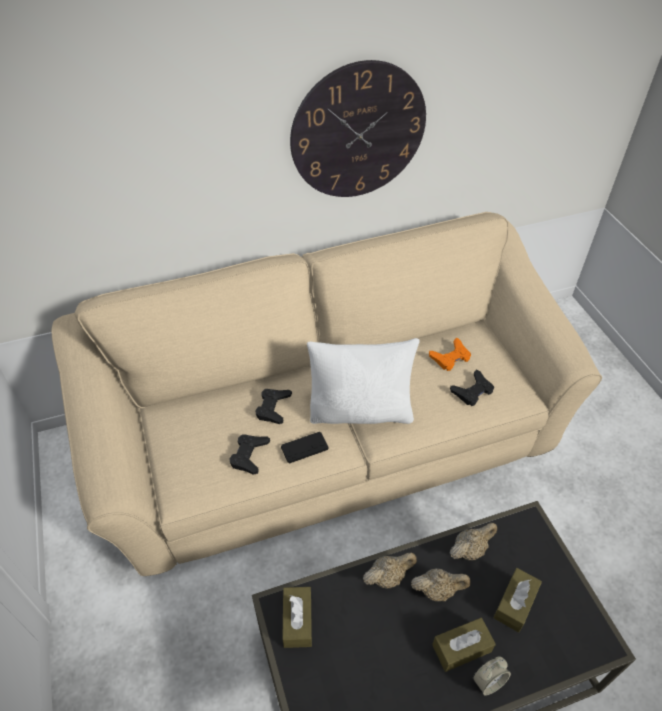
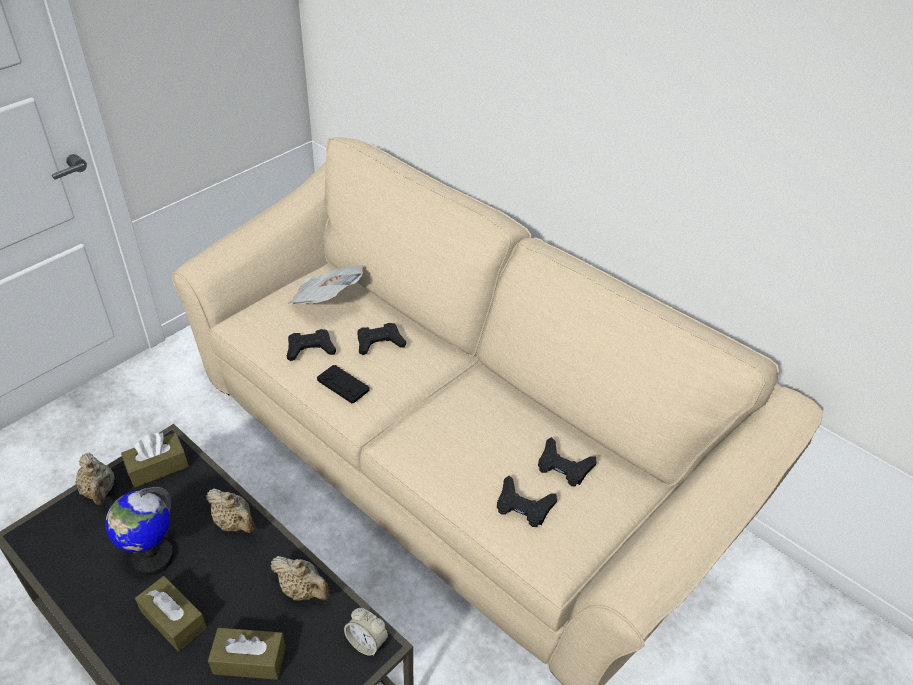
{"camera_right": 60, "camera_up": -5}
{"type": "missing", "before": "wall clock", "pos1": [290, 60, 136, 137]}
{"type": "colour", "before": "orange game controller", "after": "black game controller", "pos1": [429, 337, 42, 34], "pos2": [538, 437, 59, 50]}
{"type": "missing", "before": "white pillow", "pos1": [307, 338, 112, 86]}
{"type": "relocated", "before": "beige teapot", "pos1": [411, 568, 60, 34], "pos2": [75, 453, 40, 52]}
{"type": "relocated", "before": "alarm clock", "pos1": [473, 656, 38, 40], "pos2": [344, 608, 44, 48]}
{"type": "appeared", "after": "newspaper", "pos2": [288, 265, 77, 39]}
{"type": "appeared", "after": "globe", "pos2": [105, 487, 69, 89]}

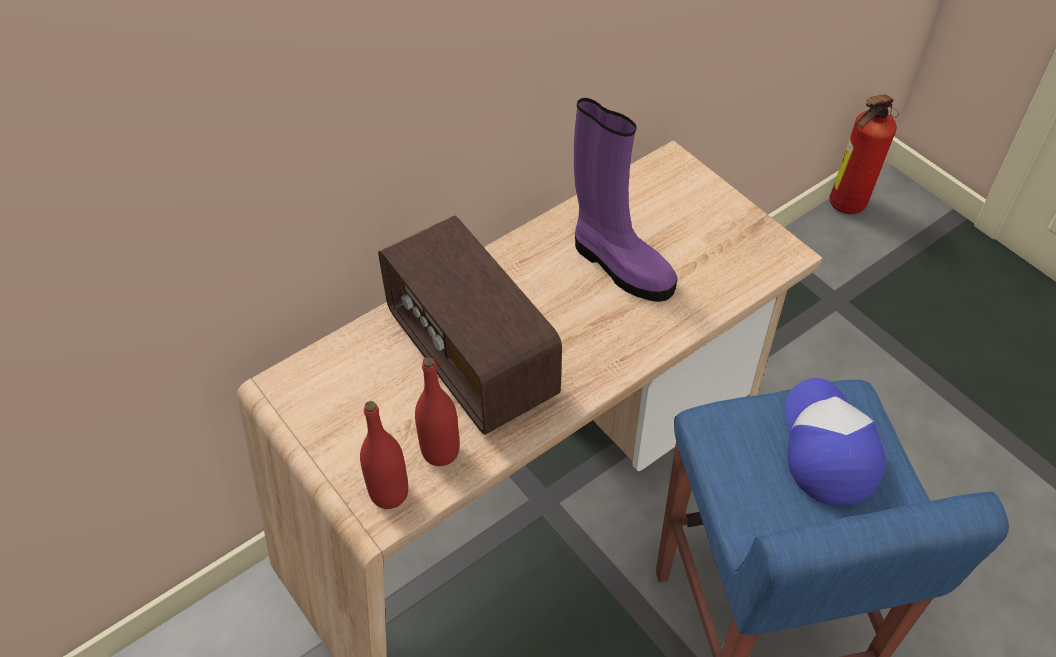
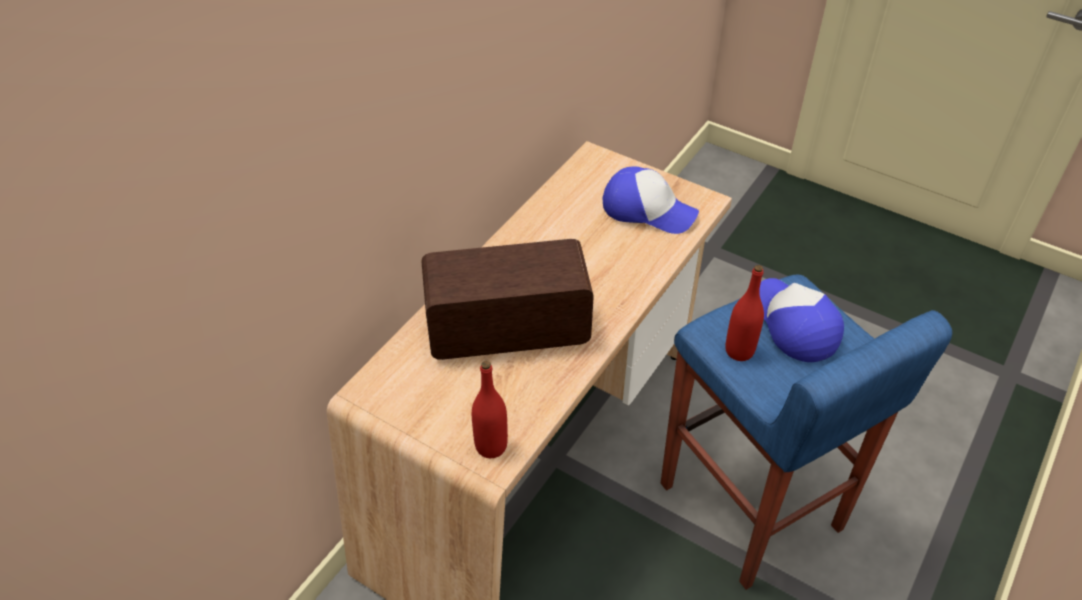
{"camera_right": -20, "camera_up": -5}
{"type": "missing", "before": "fire extinguisher", "pos1": [830, 94, 69, 120]}
{"type": "missing", "before": "purple boot", "pos1": [574, 98, 103, 204]}
{"type": "spun", "before": "radio", "pos1": [378, 216, 184, 219], "pos2": [421, 239, 173, 121], "turn": 135}
{"type": "relocated", "before": "red bottle", "pos1": [415, 357, 44, 109], "pos2": [725, 265, 39, 96]}
{"type": "appeared", "after": "cap", "pos2": [603, 166, 96, 68]}

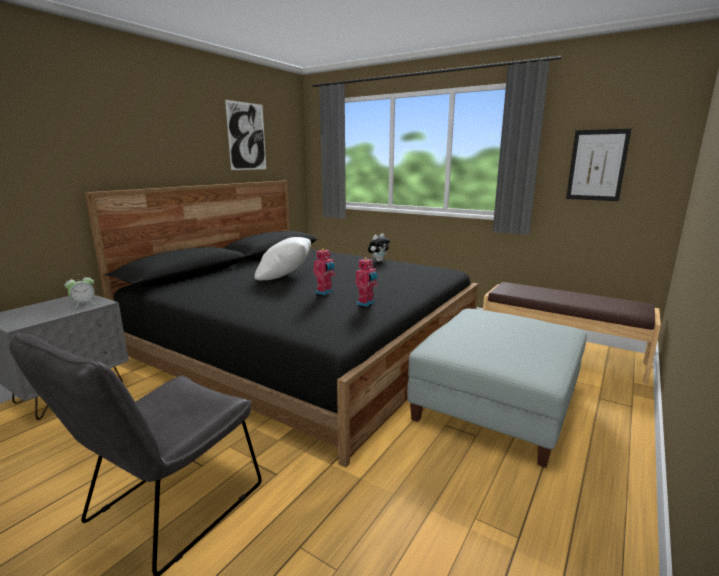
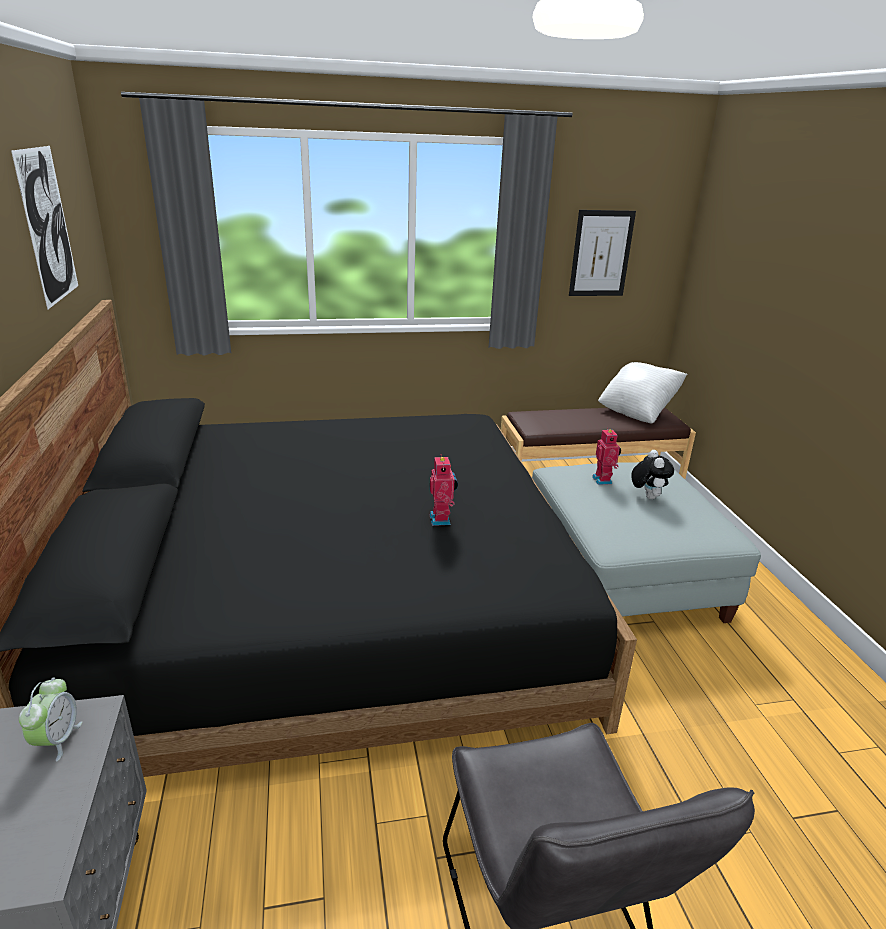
{"camera_right": -45, "camera_up": 10}
{"type": "relocated", "before": "plush toy", "pos1": [368, 234, 22, 28], "pos2": [631, 450, 43, 49]}
{"type": "relocated", "before": "white pillow", "pos1": [255, 237, 56, 43], "pos2": [598, 362, 89, 62]}
{"type": "relocated", "before": "toy robot", "pos1": [355, 258, 23, 49], "pos2": [592, 427, 29, 58]}

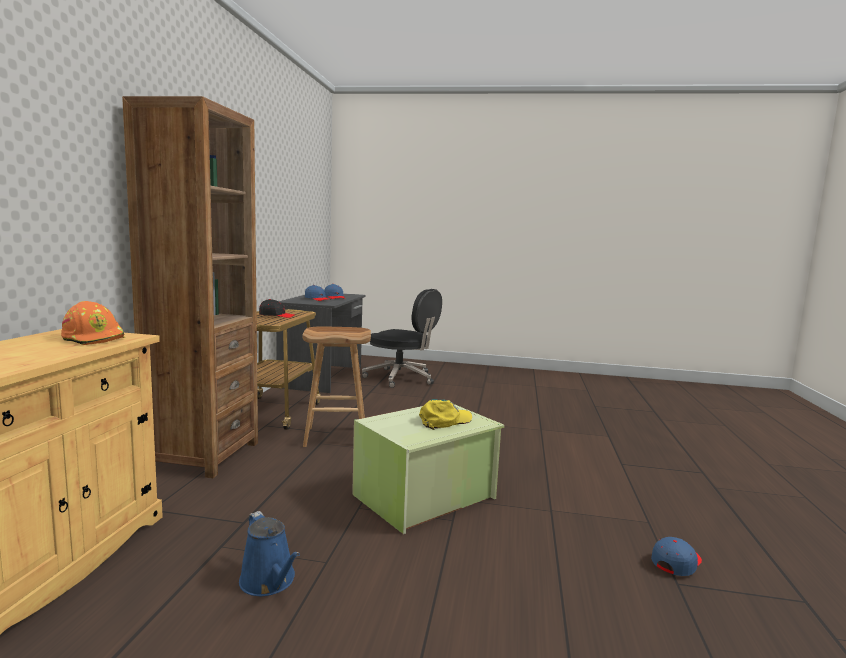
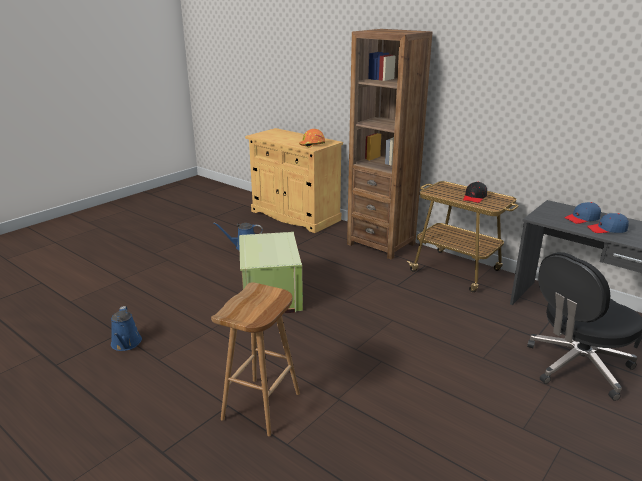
{"camera_right": 120, "camera_up": 15}
{"type": "relocated", "before": "brown stool", "pos1": [302, 326, 69, 121], "pos2": [211, 282, 89, 154]}
{"type": "missing", "before": "yellow cap", "pos1": [419, 399, 53, 31]}
{"type": "exchanged", "before": "blue cap", "after": "blue watering can", "pos1": [651, 537, 51, 39], "pos2": [111, 306, 31, 45]}

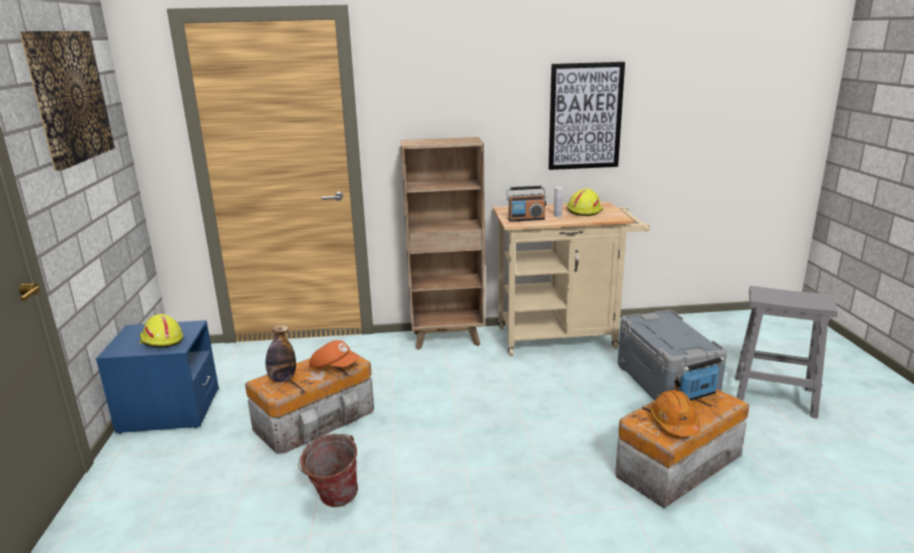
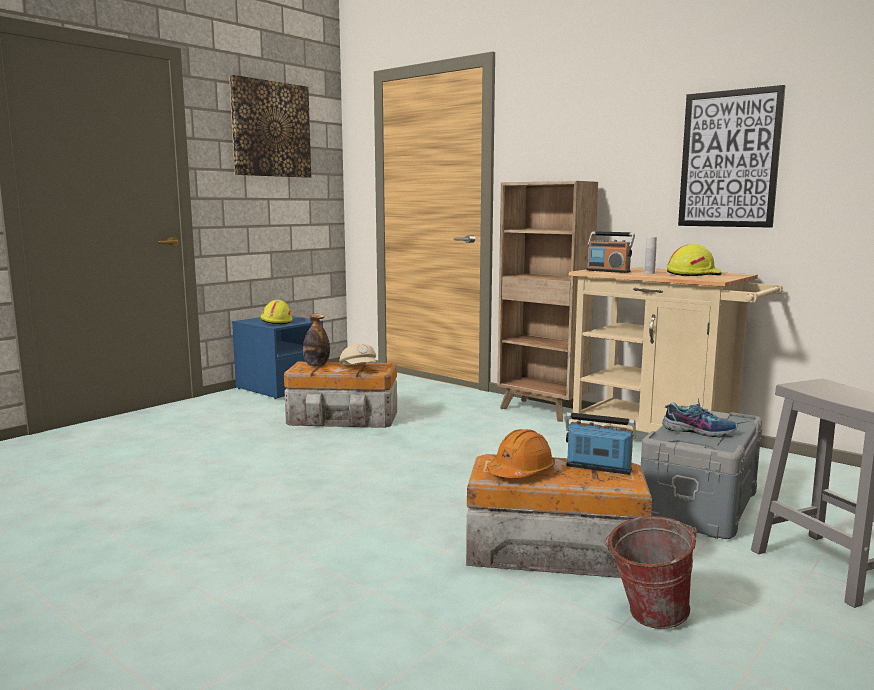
{"camera_right": 45, "camera_up": -10}
{"type": "colour", "before": "orange cap", "after": "beige cap", "pos1": [309, 340, 50, 28], "pos2": [339, 344, 37, 21]}
{"type": "relocated", "before": "bucket", "pos1": [298, 434, 60, 73], "pos2": [605, 516, 92, 113]}
{"type": "appeared", "after": "shoe", "pos2": [662, 399, 76, 38]}

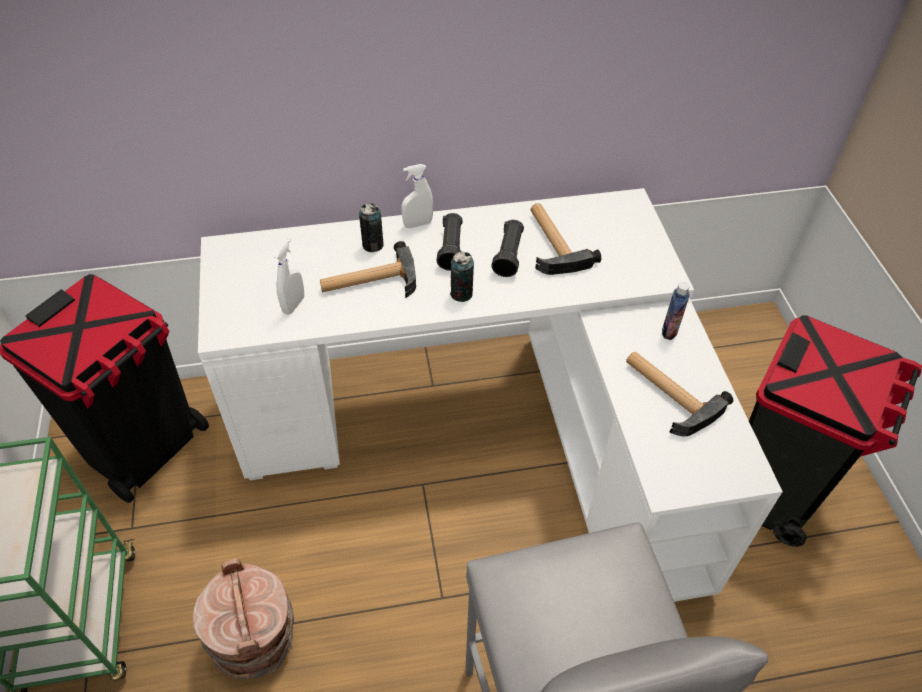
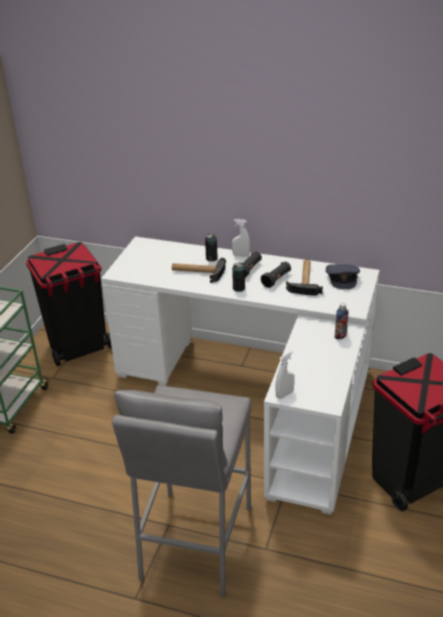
{"camera_right": 30, "camera_up": -15}
{"type": "relocated", "before": "white spray bottle", "pos1": [274, 238, 30, 77], "pos2": [275, 351, 20, 48]}
{"type": "missing", "before": "hammer", "pos1": [626, 352, 107, 84]}
{"type": "missing", "before": "brown bucket", "pos1": [193, 559, 101, 120]}
{"type": "appeared", "after": "grey cap", "pos2": [326, 264, 34, 25]}

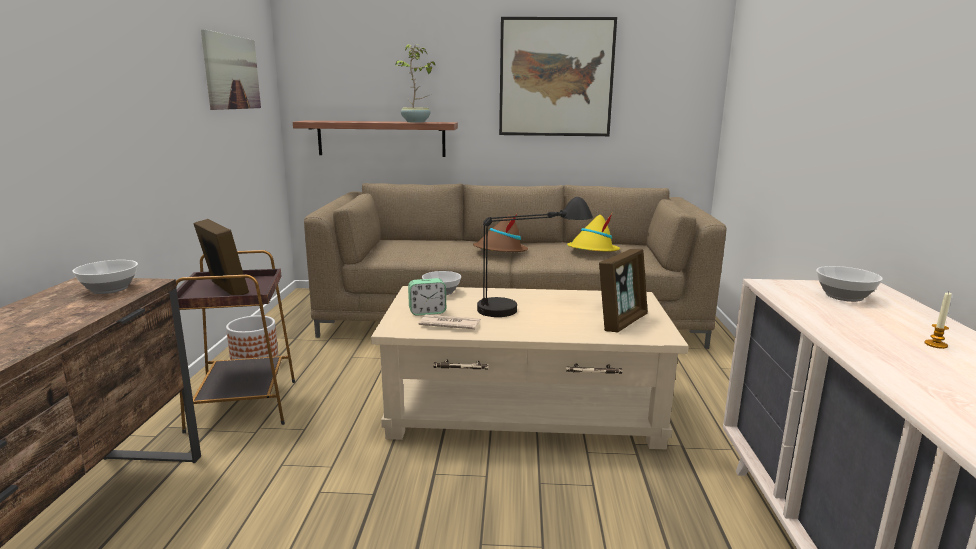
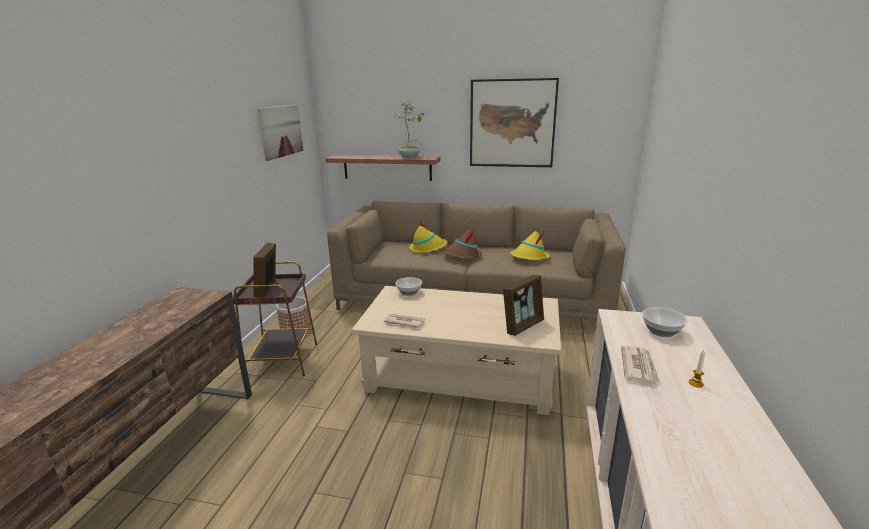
{"camera_right": 10, "camera_up": 5}
{"type": "missing", "before": "black table lamp", "pos1": [477, 197, 116, 120]}
{"type": "spun", "before": "picture frame", "pos1": [194, 219, 55, 76], "pos2": [253, 243, 23, 54], "turn": -150}
{"type": "missing", "before": "bowl", "pos1": [72, 260, 66, 34]}
{"type": "missing", "before": "alarm clock", "pos1": [408, 278, 38, 38]}
{"type": "appeared", "after": "yellow hat", "pos2": [409, 221, 39, 32]}
{"type": "appeared", "after": "newspaper", "pos2": [621, 346, 39, 38]}

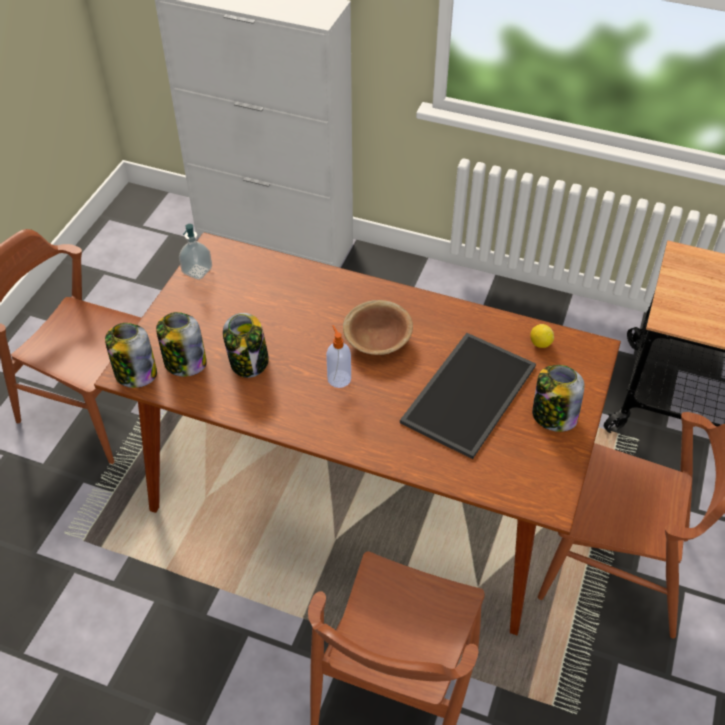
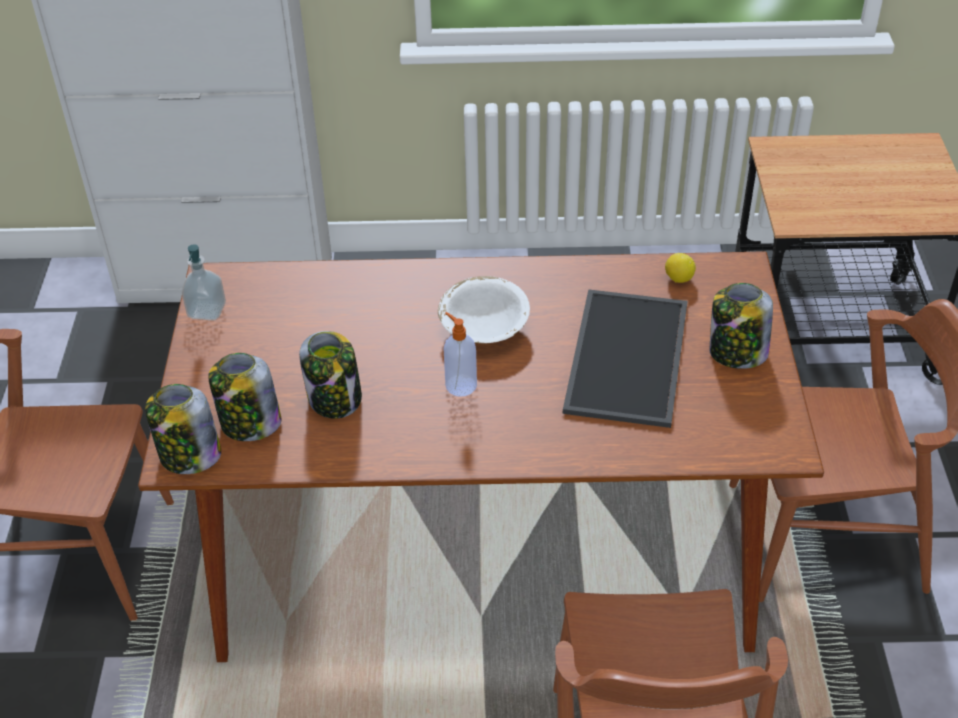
{"camera_right": -20, "camera_up": -5}
{"type": "colour", "before": "brown bowl", "after": "white bowl", "pos1": [343, 300, 70, 55], "pos2": [438, 276, 92, 67]}

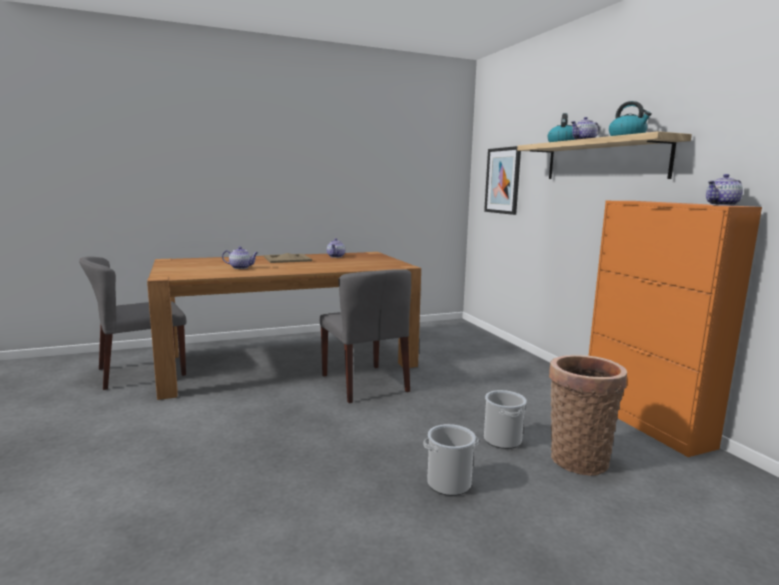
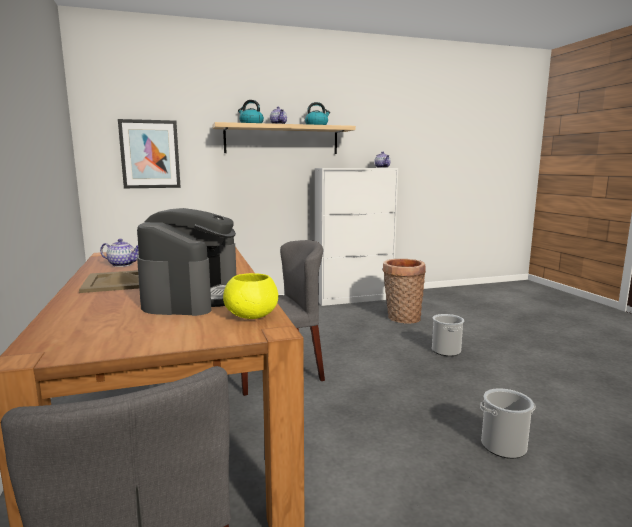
{"camera_right": -85, "camera_up": 0}
{"type": "colour", "before": "orange cabinet", "after": "white cabinet", "pos1": [589, 201, 173, 256], "pos2": [315, 168, 83, 138]}
{"type": "exchanged", "before": "teapot", "after": "coffee machine", "pos1": [222, 247, 36, 22], "pos2": [137, 208, 99, 108]}
{"type": "relocated", "before": "bucket", "pos1": [484, 390, 43, 59], "pos2": [480, 388, 56, 71]}
{"type": "appeared", "after": "yellow bowl", "pos2": [223, 273, 55, 46]}

